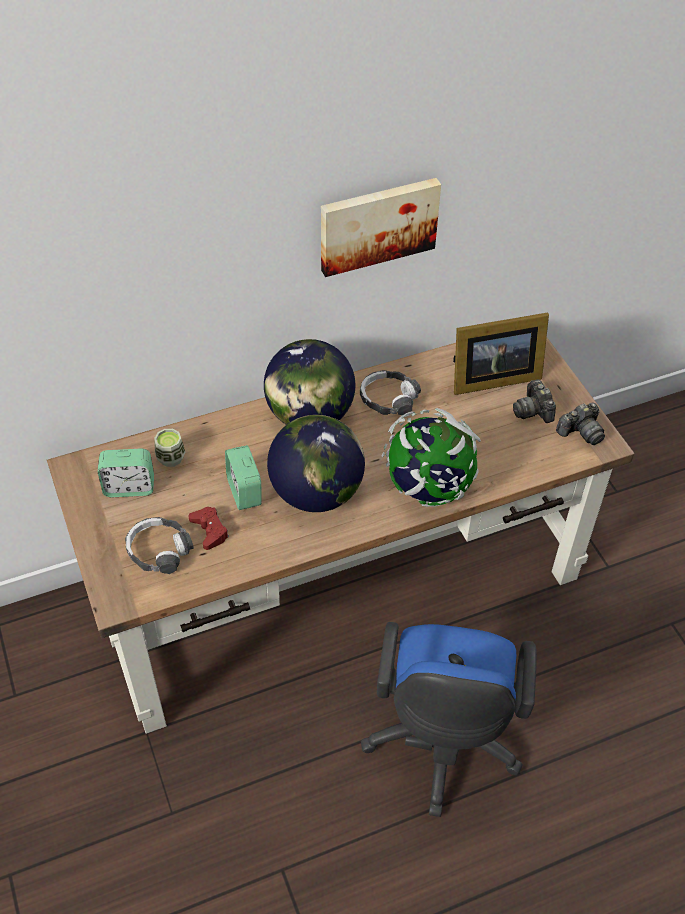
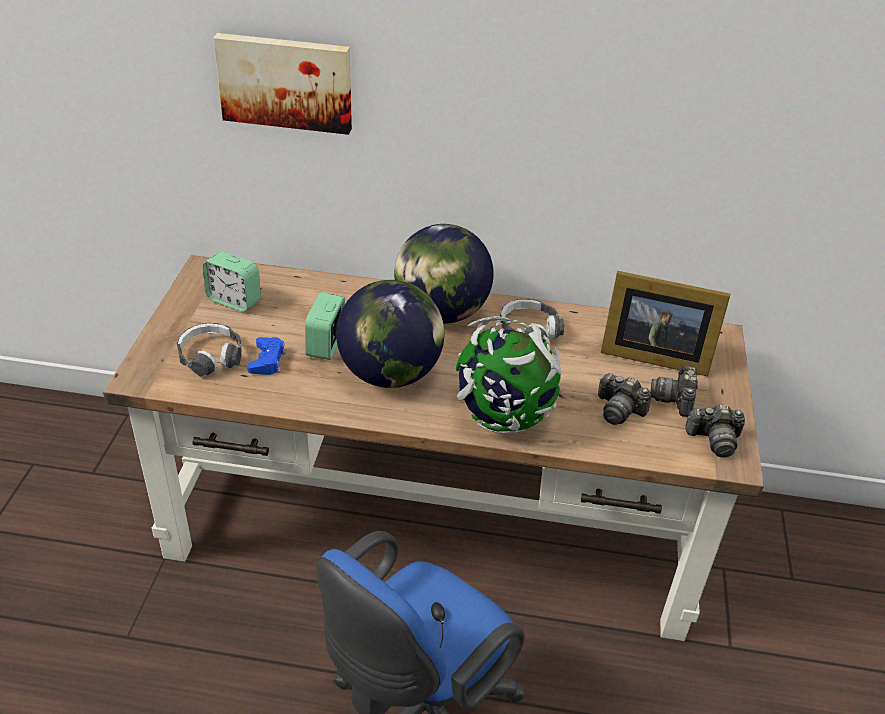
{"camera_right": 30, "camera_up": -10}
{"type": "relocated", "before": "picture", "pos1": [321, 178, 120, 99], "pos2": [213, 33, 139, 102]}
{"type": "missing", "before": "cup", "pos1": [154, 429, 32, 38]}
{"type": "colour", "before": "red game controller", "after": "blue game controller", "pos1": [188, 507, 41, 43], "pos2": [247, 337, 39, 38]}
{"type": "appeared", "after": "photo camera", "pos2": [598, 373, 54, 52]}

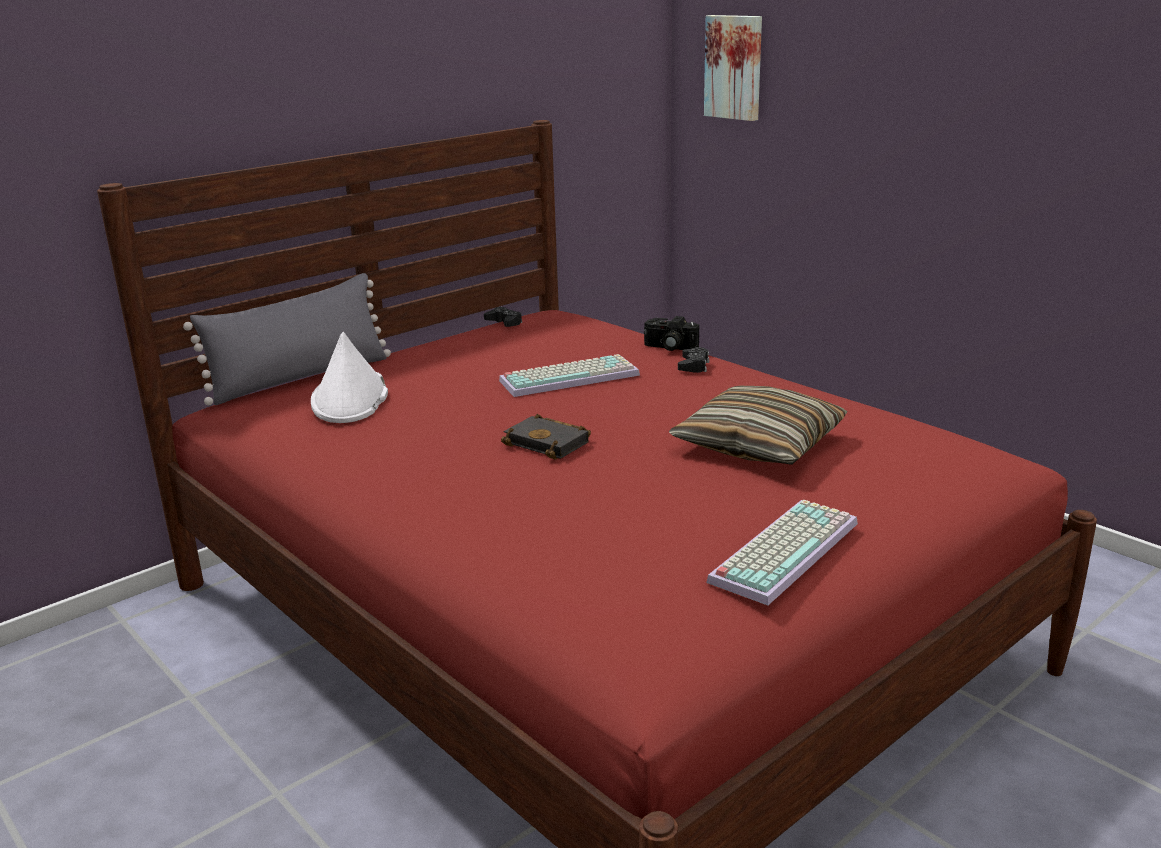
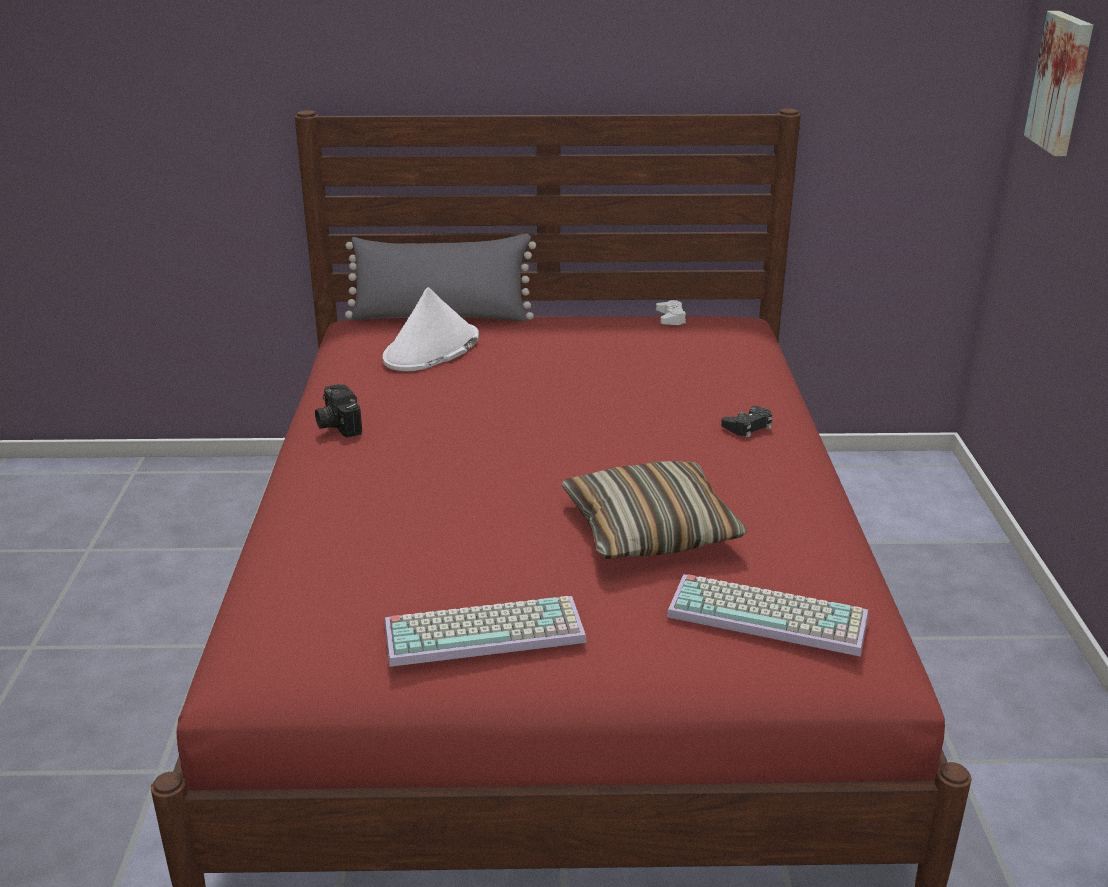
{"camera_right": 40, "camera_up": 5}
{"type": "colour", "before": "black game controller", "after": "white game controller", "pos1": [484, 307, 38, 20], "pos2": [656, 300, 30, 25]}
{"type": "relocated", "before": "photo camera", "pos1": [644, 316, 55, 35], "pos2": [315, 384, 47, 54]}
{"type": "relocated", "before": "keyboard", "pos1": [499, 354, 141, 43], "pos2": [667, 574, 201, 83]}
{"type": "missing", "before": "black book", "pos1": [501, 414, 90, 46]}

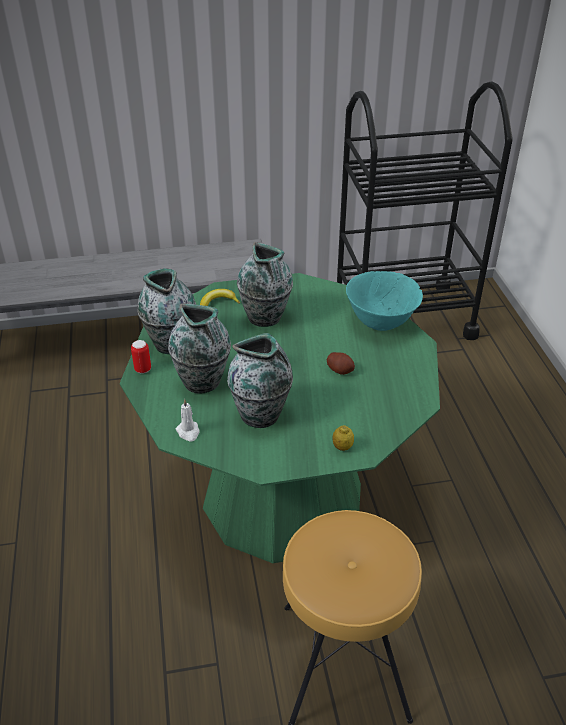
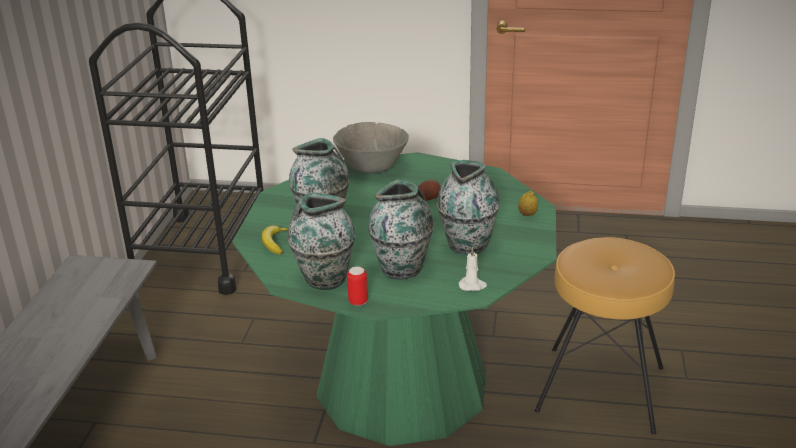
{"camera_right": -70, "camera_up": -10}
{"type": "colour", "before": "turquoise bowl", "after": "grey bowl", "pos1": [346, 271, 77, 60], "pos2": [333, 122, 76, 51]}

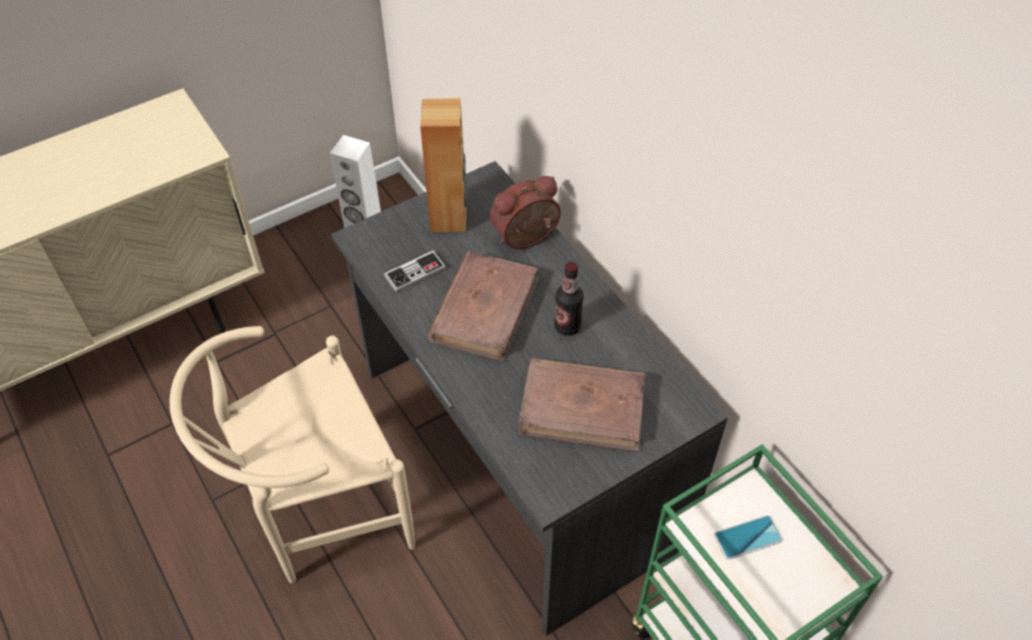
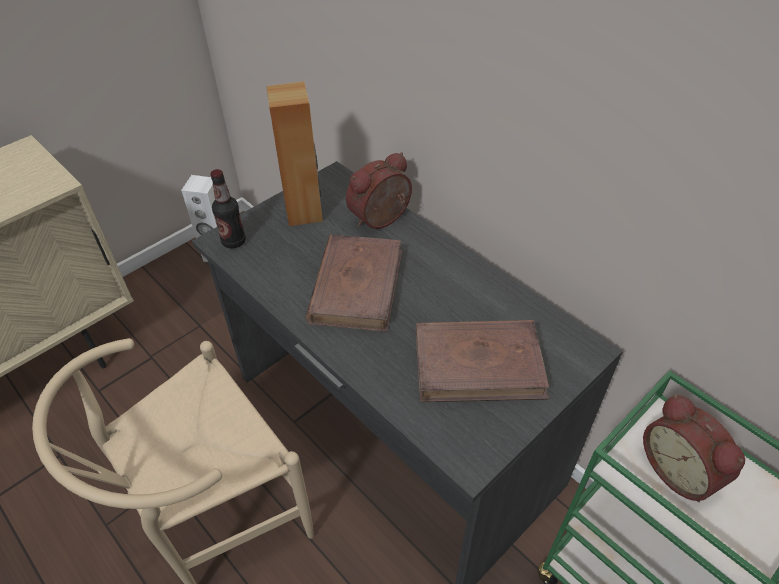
{"camera_right": -10, "camera_up": -5}
{"type": "missing", "before": "game controller", "pos1": [384, 251, 62, 42]}
{"type": "relocated", "before": "bottle", "pos1": [554, 262, 30, 74], "pos2": [211, 169, 35, 80]}
{"type": "exchanged", "before": "phone", "after": "alarm clock", "pos1": [714, 515, 69, 45], "pos2": [643, 394, 102, 108]}

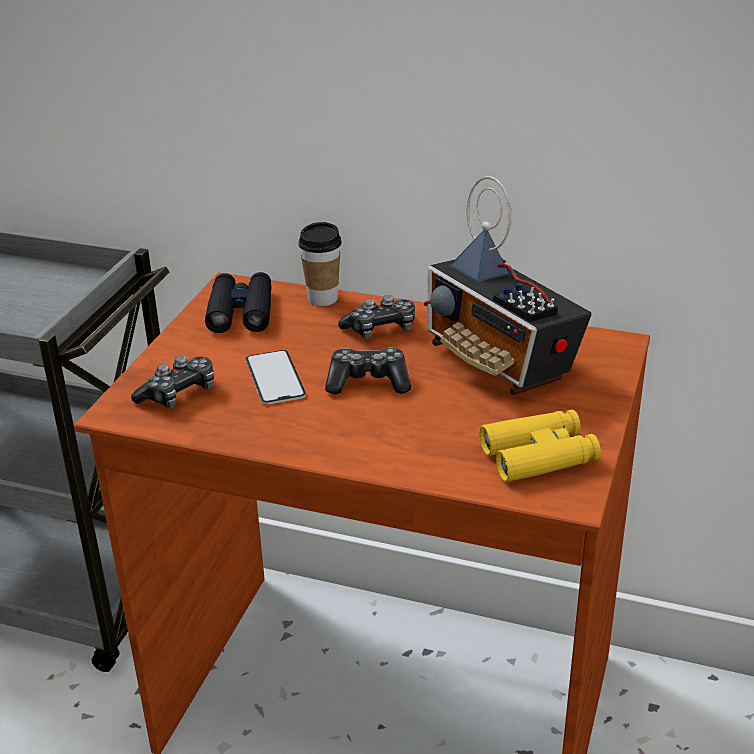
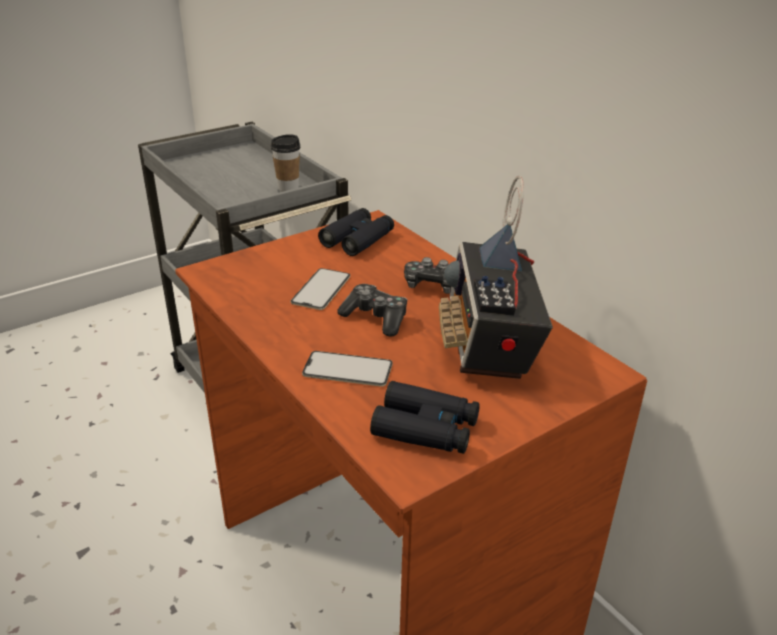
{"camera_right": 35, "camera_up": 0}
{"type": "relocated", "before": "cup", "pos1": [298, 222, 44, 84], "pos2": [271, 134, 30, 58]}
{"type": "missing", "before": "game controller", "pos1": [131, 356, 83, 53]}
{"type": "colour", "before": "yellow binoculars", "after": "black binoculars", "pos1": [479, 410, 122, 72], "pos2": [370, 381, 110, 73]}
{"type": "appeared", "after": "phone", "pos2": [302, 351, 90, 36]}

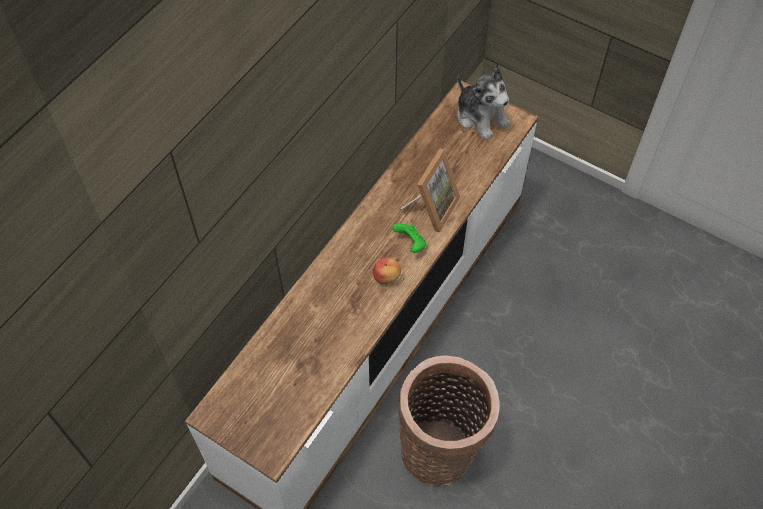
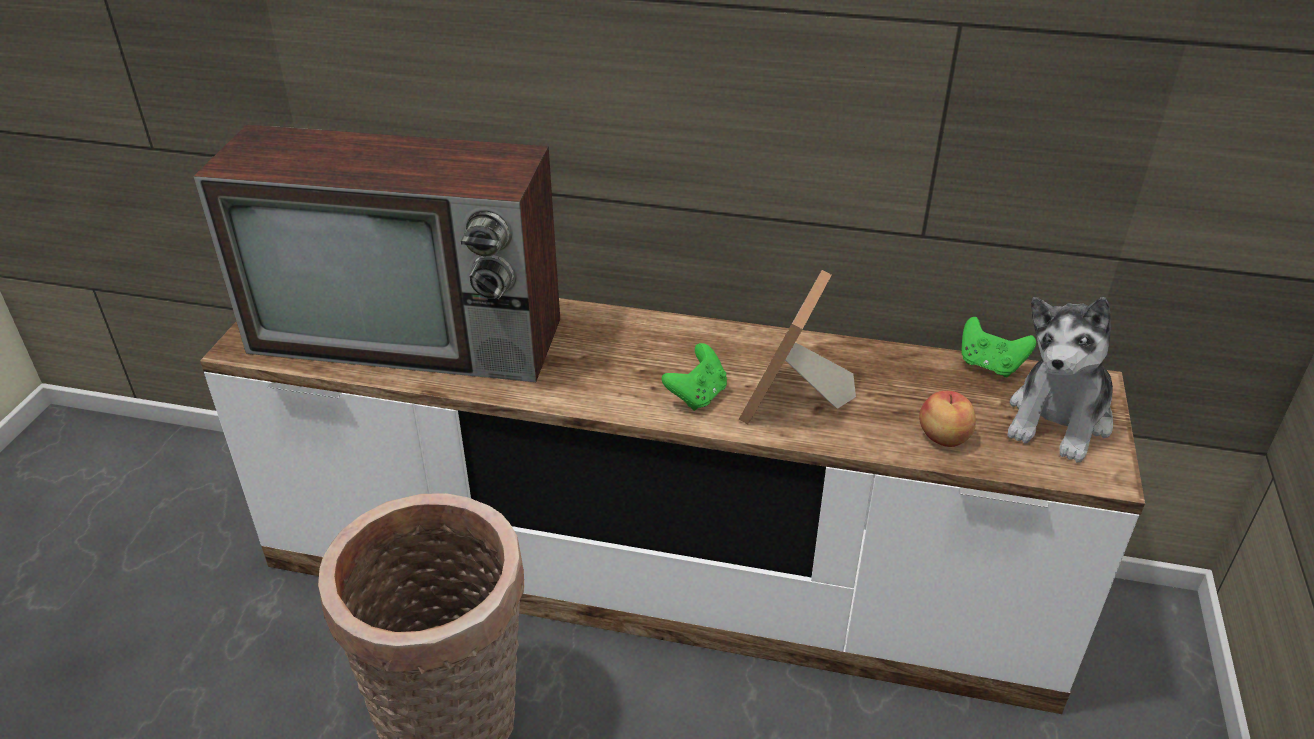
{"camera_right": 70, "camera_up": -20}
{"type": "spun", "before": "picture frame", "pos1": [399, 149, 61, 83], "pos2": [739, 270, 117, 154], "turn": 105}
{"type": "relocated", "before": "apple", "pos1": [373, 257, 28, 27], "pos2": [919, 391, 57, 56]}
{"type": "appeared", "after": "television", "pos2": [193, 125, 367, 257]}
{"type": "appeared", "after": "green game controller", "pos2": [961, 317, 75, 60]}

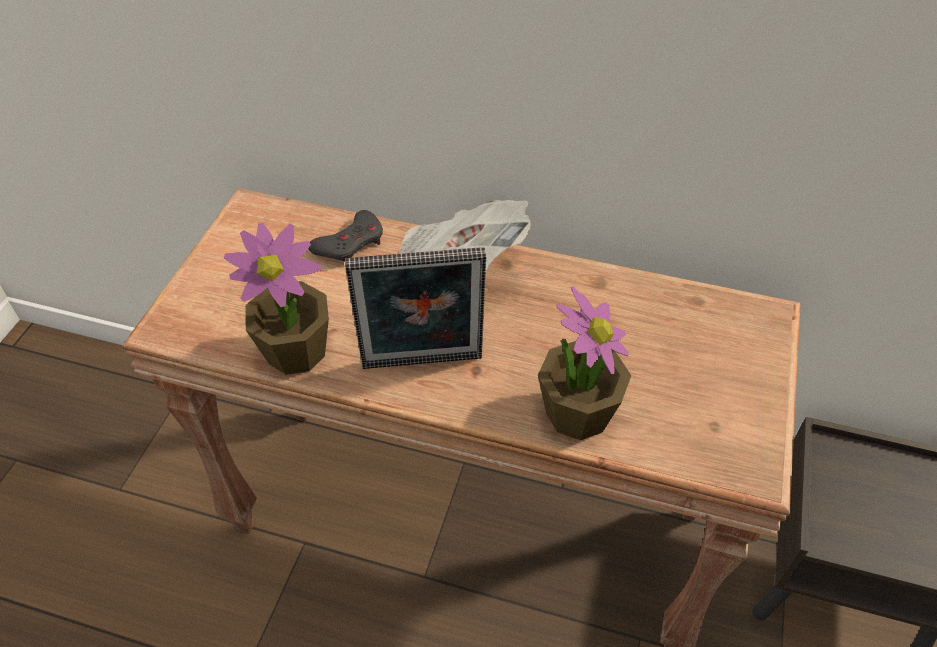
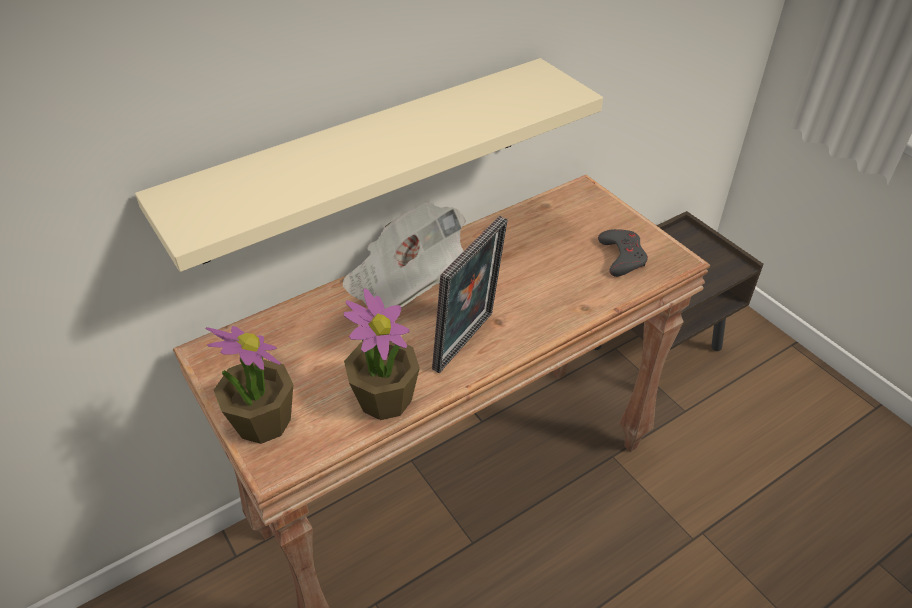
{"camera_right": -50, "camera_up": -5}
{"type": "relocated", "before": "grey game controller", "pos1": [308, 210, 75, 52], "pos2": [598, 229, 50, 48]}
{"type": "relocated", "before": "potted plant", "pos1": [538, 286, 93, 154], "pos2": [205, 326, 88, 118]}
{"type": "appeared", "after": "beige shelf", "pos2": [135, 58, 468, 214]}

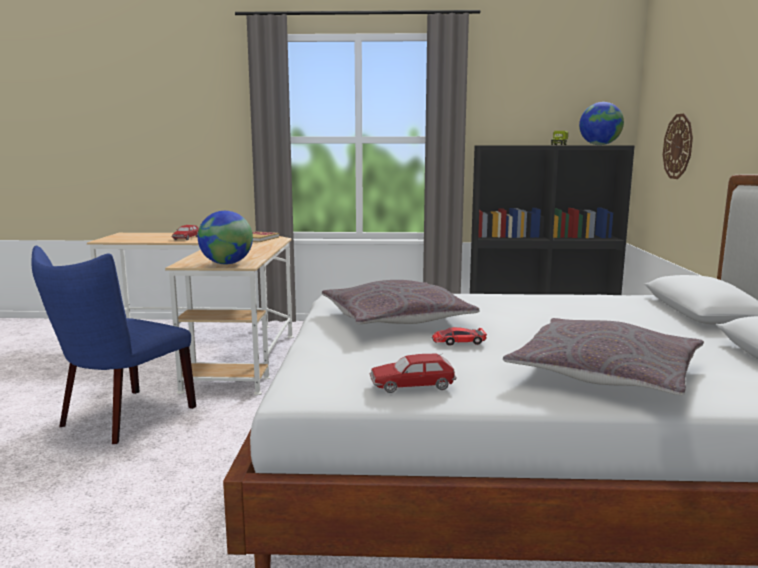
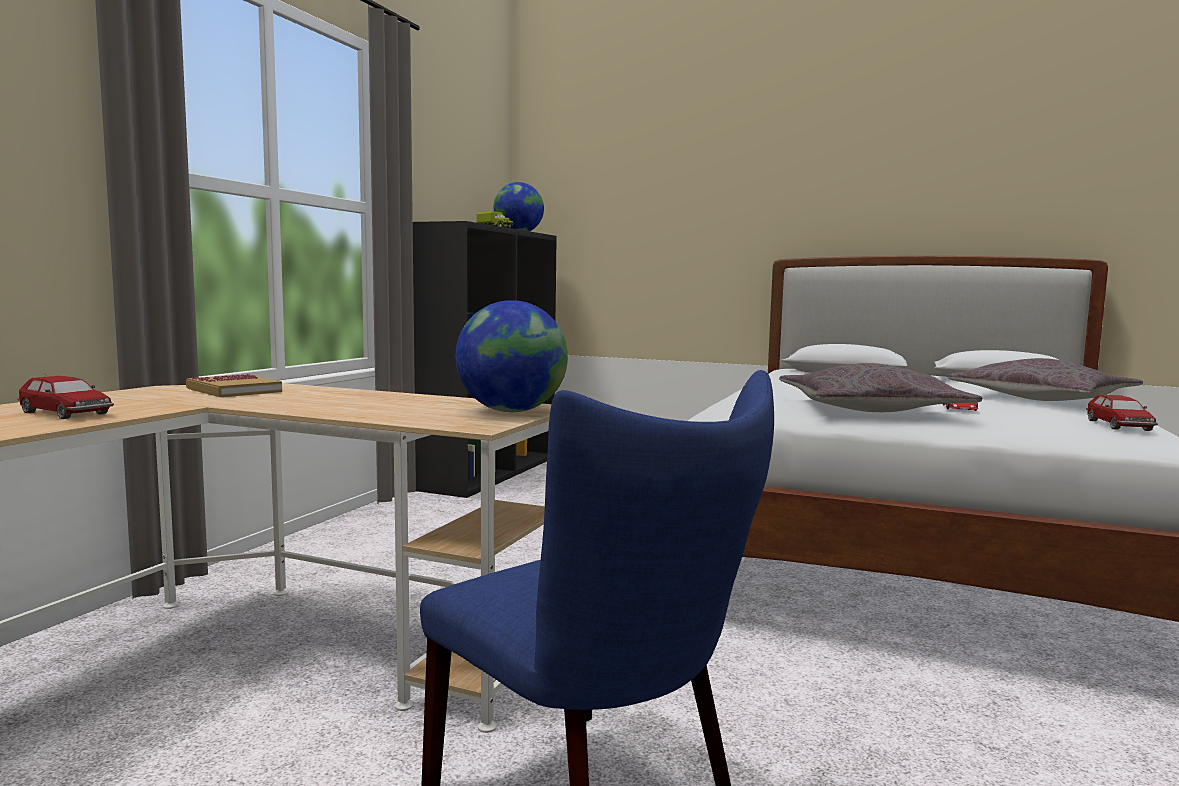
{"camera_right": -70, "camera_up": -5}
{"type": "missing", "before": "wall clock", "pos1": [663, 113, 30, 66]}

